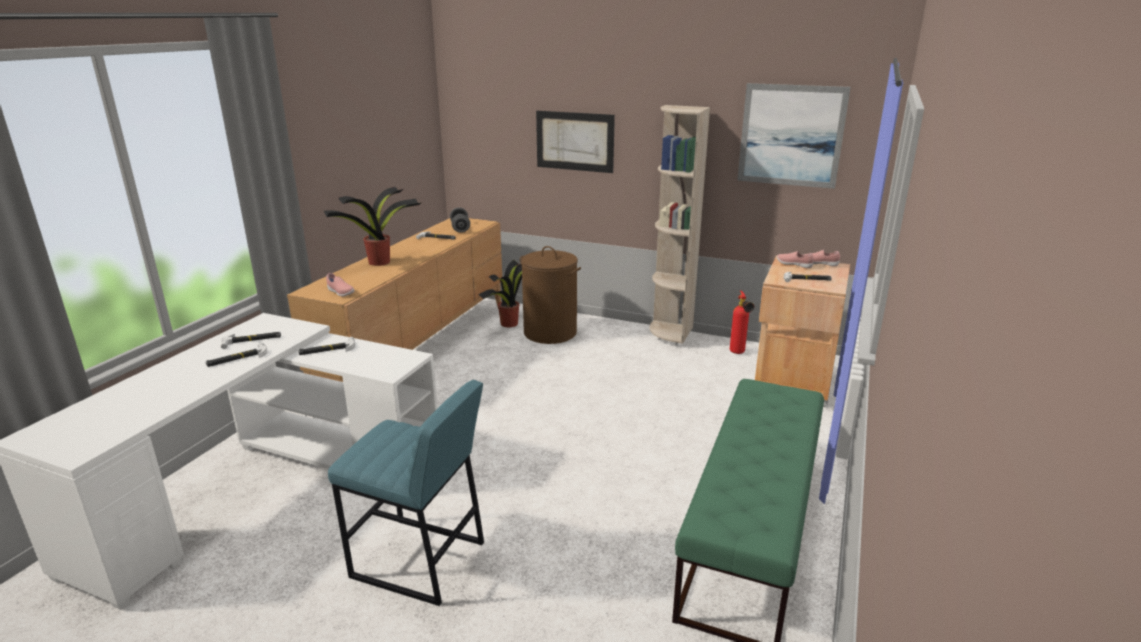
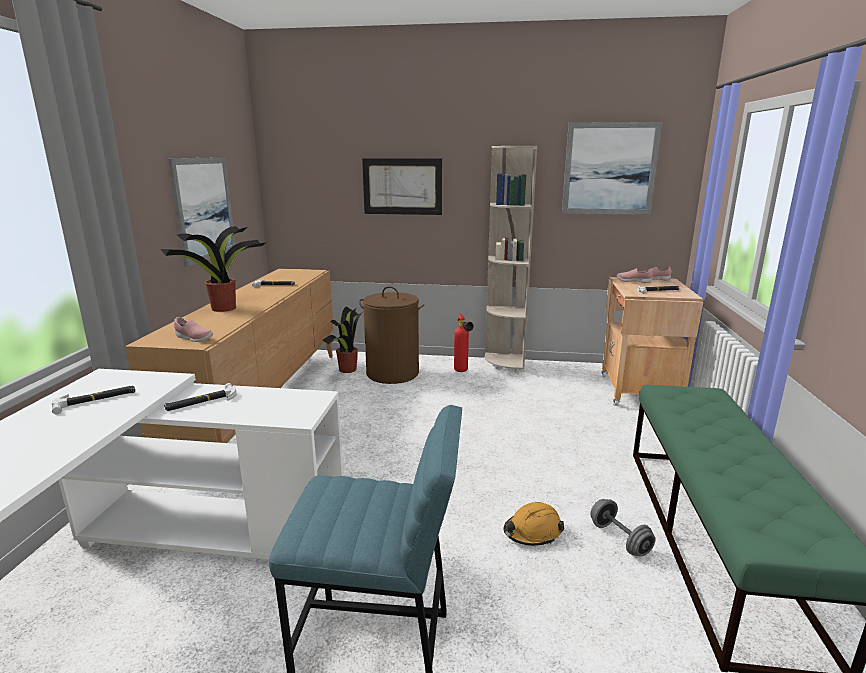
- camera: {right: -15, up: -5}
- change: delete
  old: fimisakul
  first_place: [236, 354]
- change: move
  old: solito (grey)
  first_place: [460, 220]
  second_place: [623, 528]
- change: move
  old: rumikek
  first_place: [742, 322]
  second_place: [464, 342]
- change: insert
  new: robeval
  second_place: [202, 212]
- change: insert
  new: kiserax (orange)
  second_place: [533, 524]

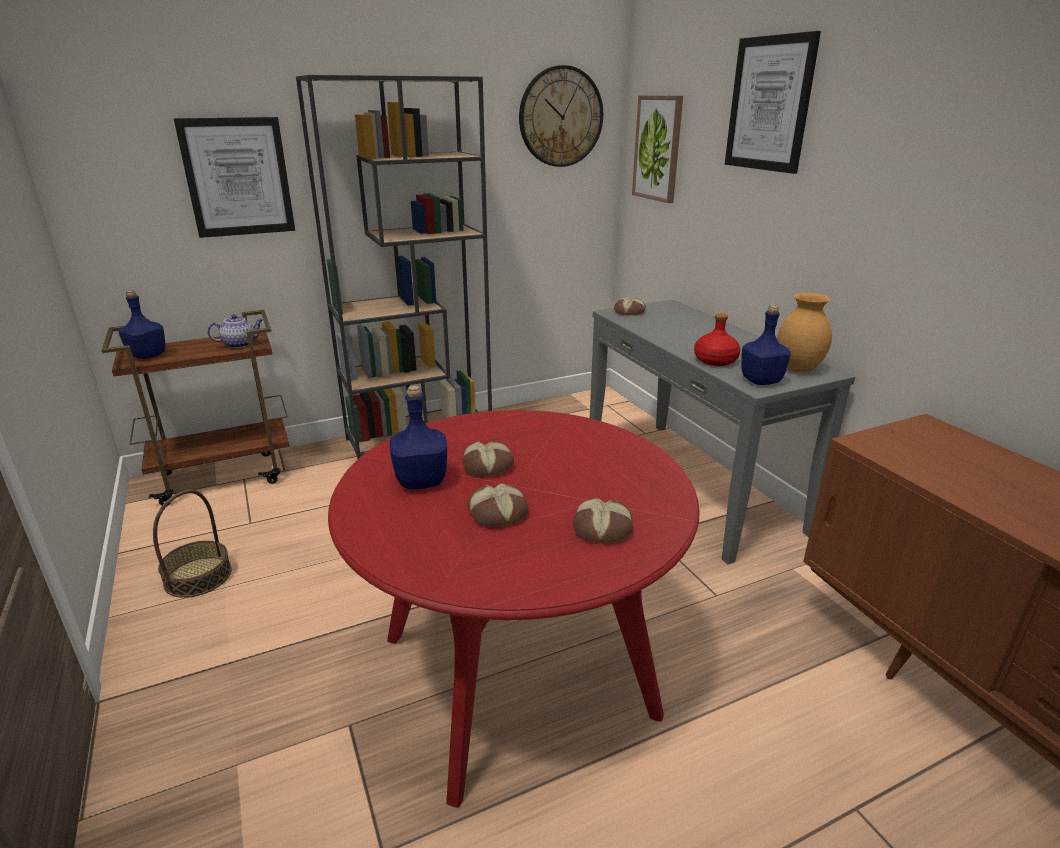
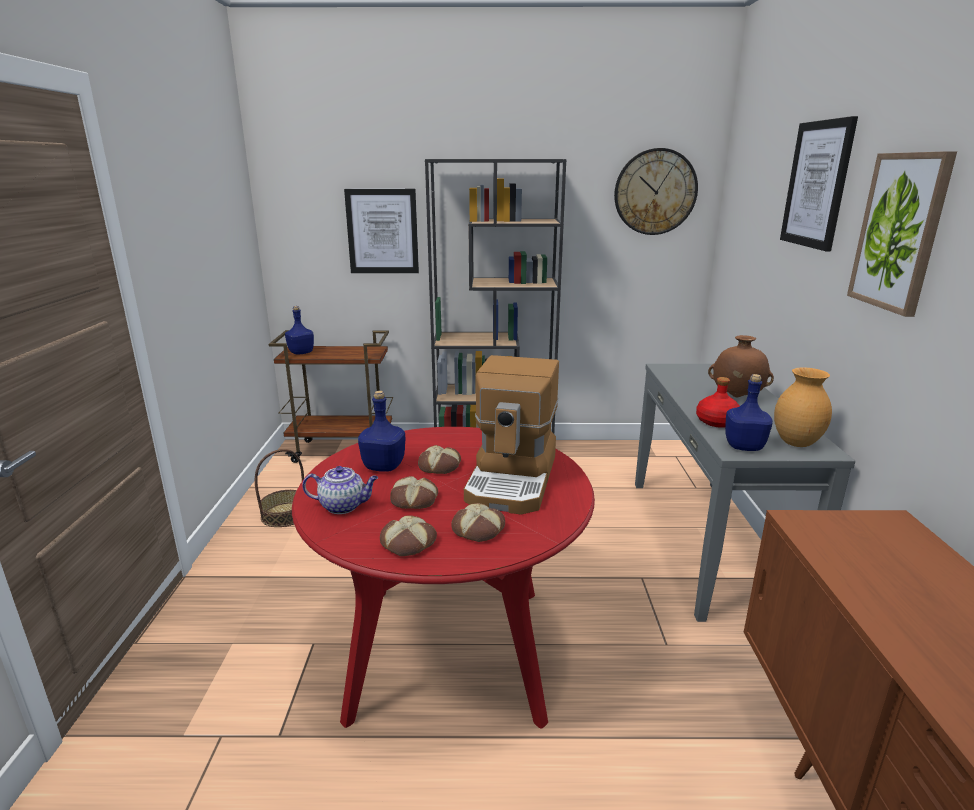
- camera: {right: 25, up: -5}
- change: move
  old: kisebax
  first_place: [235, 331]
  second_place: [340, 490]
- change: move
  old: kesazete
  first_place: [630, 306]
  second_place: [408, 535]
- change: move
  old: robeval
  first_place: [657, 149]
  second_place: [902, 234]
- change: insert
  new: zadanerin
  second_place: [511, 435]
- change: insert
  new: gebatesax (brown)
  second_place: [741, 366]

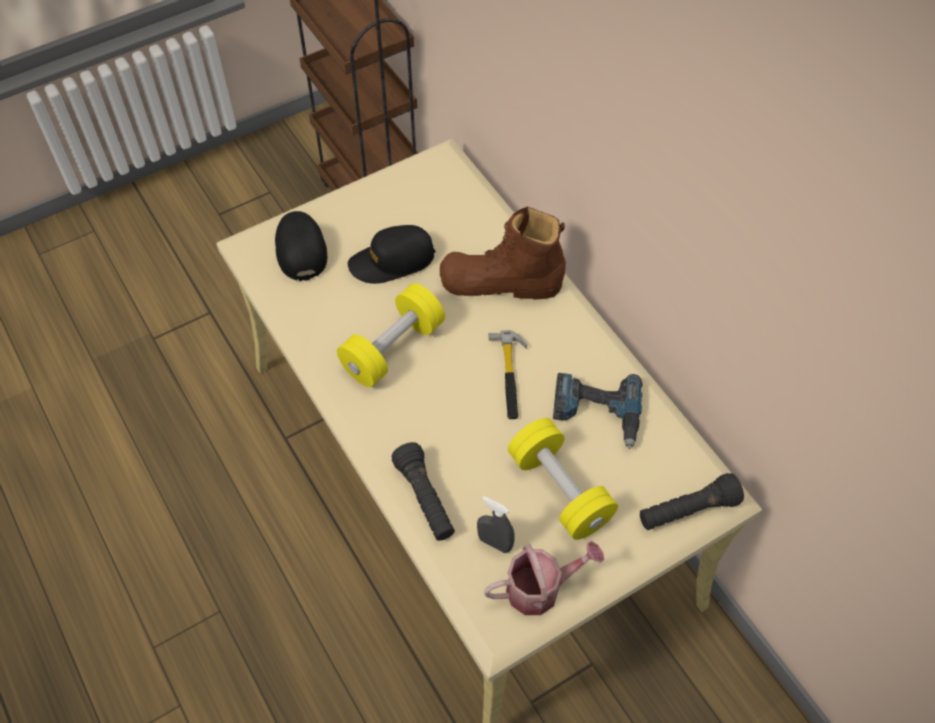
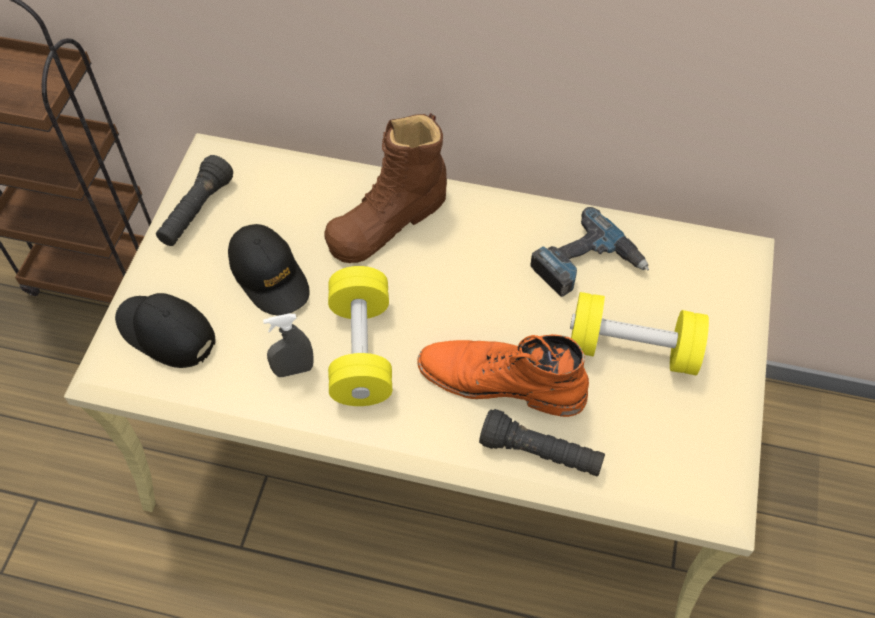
- camera: {right: -45, up: 0}
- change: rotate
  old: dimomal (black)
  first_place: [391, 254]
  second_place: [269, 269]
  degrees: -60
- change: move
  old: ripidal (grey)
  first_place: [496, 524]
  second_place: [288, 345]
- change: delete
  old: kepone
  first_place: [544, 578]
- change: delete
  old: fimisakul
  first_place: [507, 374]
- change: move
  old: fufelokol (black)
  first_place: [692, 501]
  second_place: [194, 200]
- change: insert
  new: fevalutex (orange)
  second_place: [503, 375]

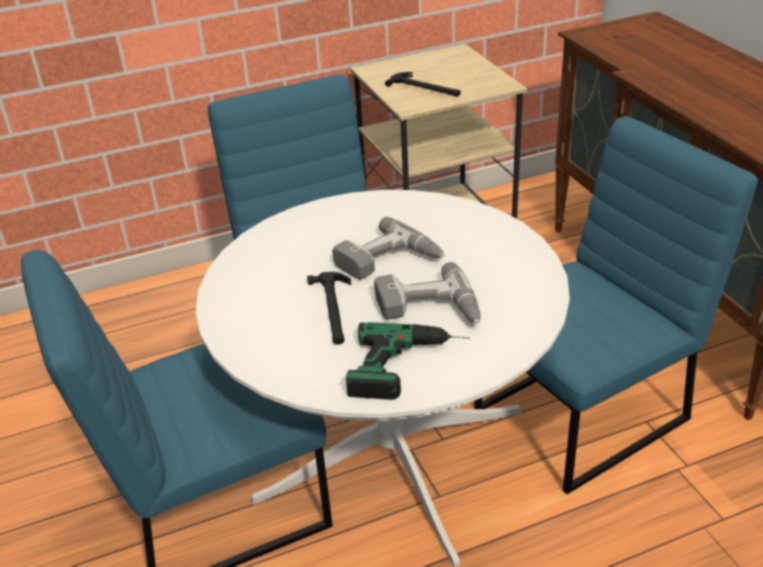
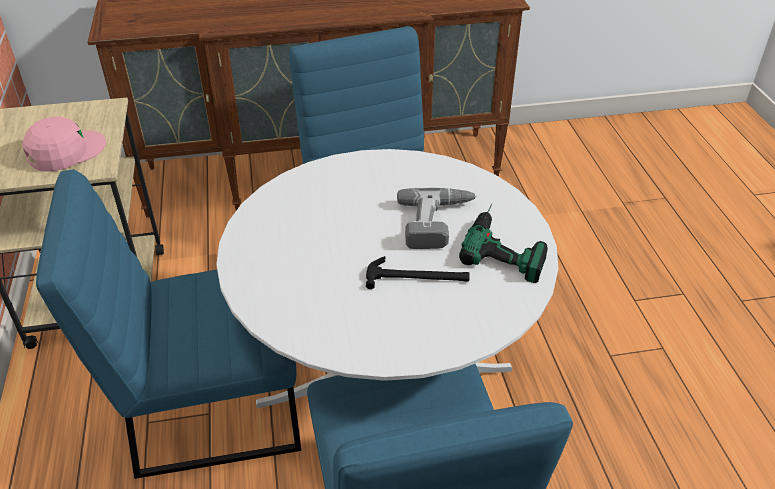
- camera: {right: -80, up: 5}
- change: delete
  old: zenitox
  first_place: [388, 248]
- change: replace
  old: fimisakul
  new: dimomal (pink)
  first_place: [423, 84]
  second_place: [64, 144]

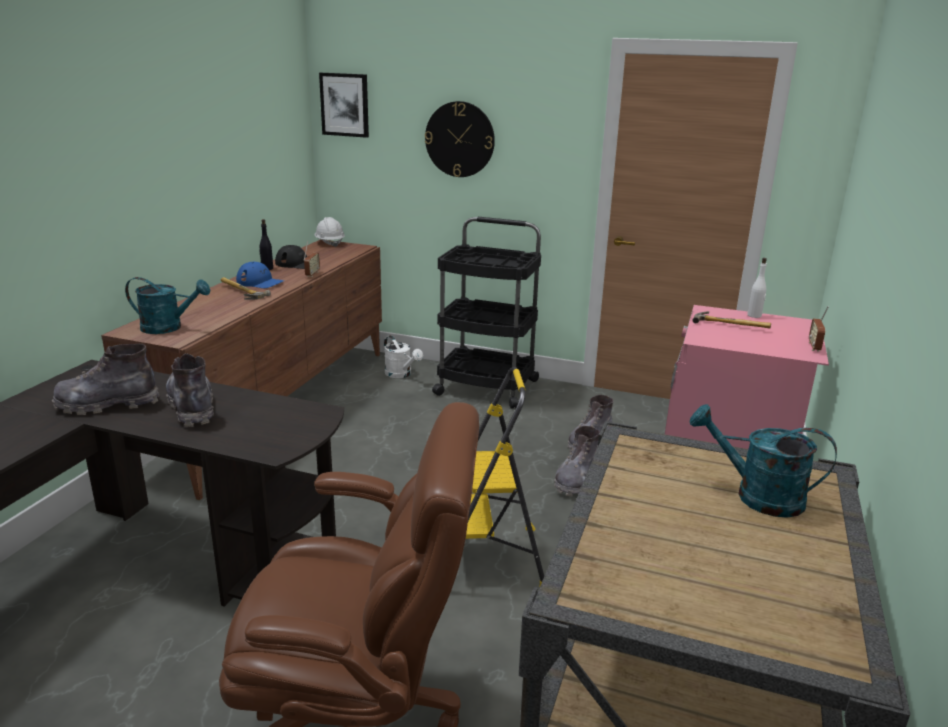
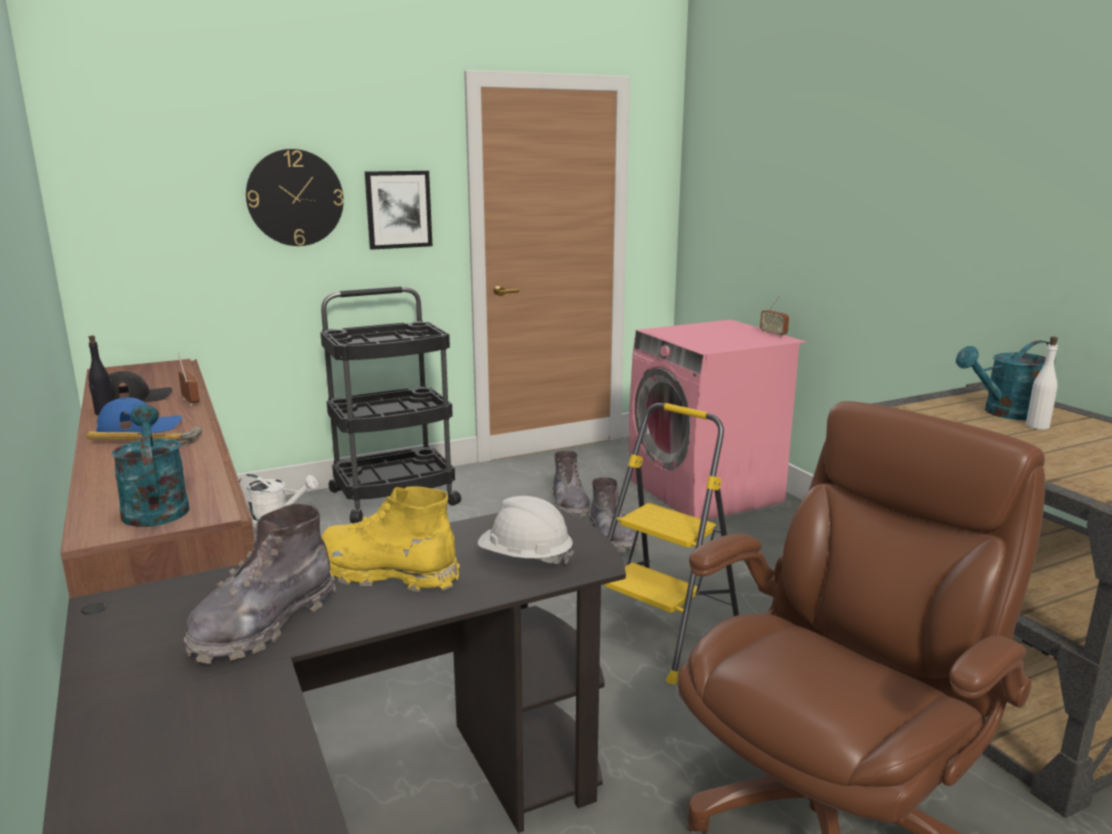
- camera: {right: -45, up: -5}
- change: rotate
  old: kepone (turquoise)
  first_place: [167, 305]
  second_place: [151, 466]
  degrees: -75
- change: recolor
  old: fevalutex (grey)
  new: fevalutex (yellow)
  first_place: [190, 390]
  second_place: [390, 539]
- change: move
  old: kiserax (white)
  first_place: [329, 232]
  second_place: [526, 530]
- change: move
  old: robeval
  first_place: [344, 105]
  second_place: [399, 210]
- change: delete
  old: fimisakul
  first_place: [731, 320]
- change: move
  old: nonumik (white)
  first_place: [757, 288]
  second_place: [1042, 383]

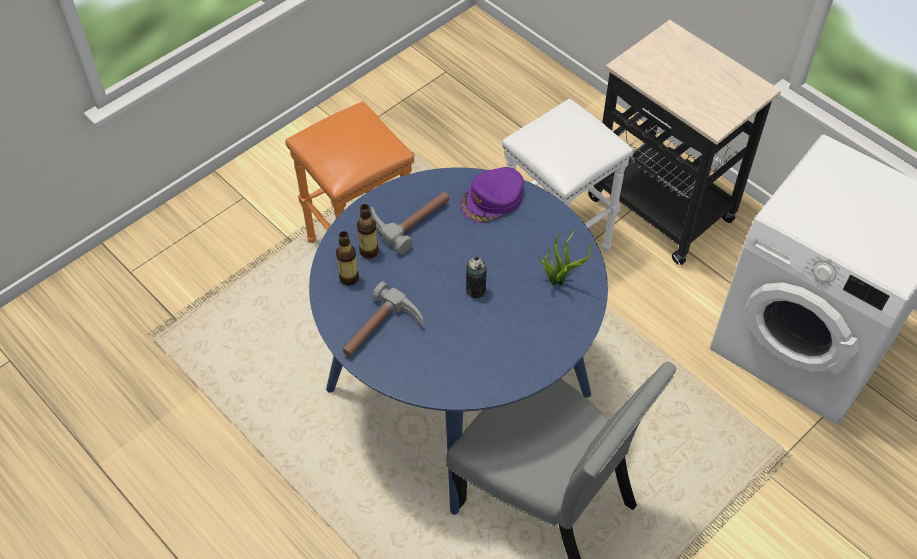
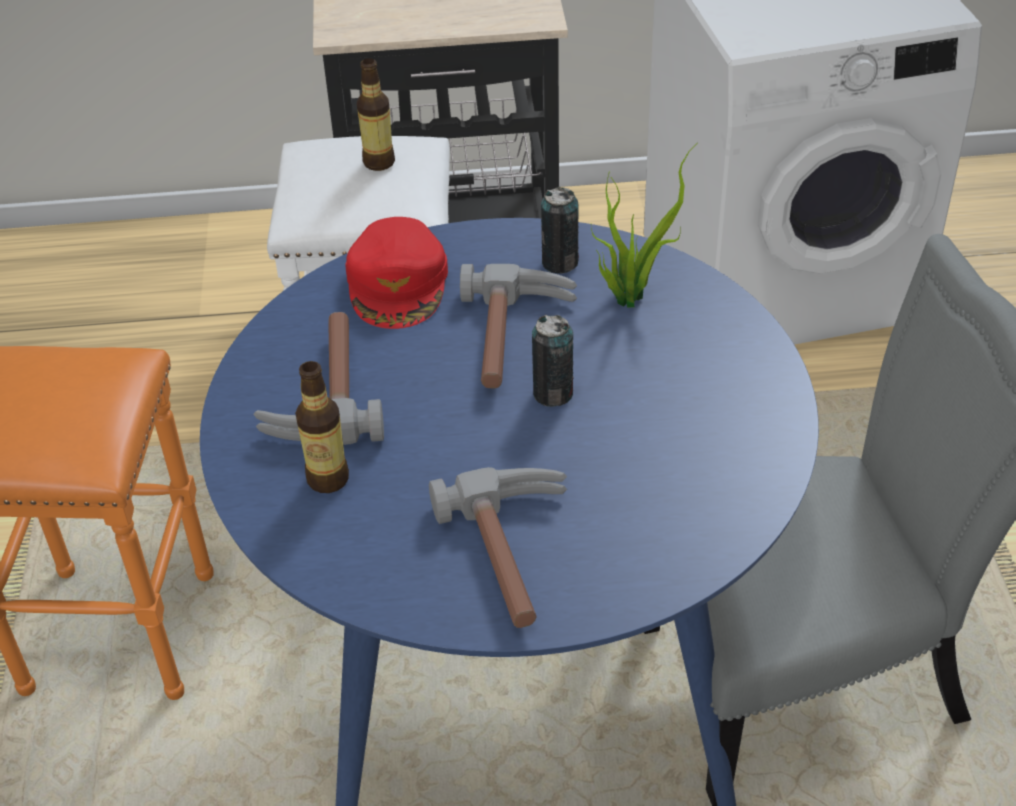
- camera: {right: -50, up: -10}
- change: move
  old: nonumik
  first_place: [347, 258]
  second_place: [376, 114]
- change: recolor
  old: dimomal (purple)
  new: dimomal (red)
  first_place: [492, 195]
  second_place: [396, 273]
- change: insert
  new: fimisakul
  second_place: [518, 326]
- change: insert
  new: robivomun
  second_place: [560, 230]

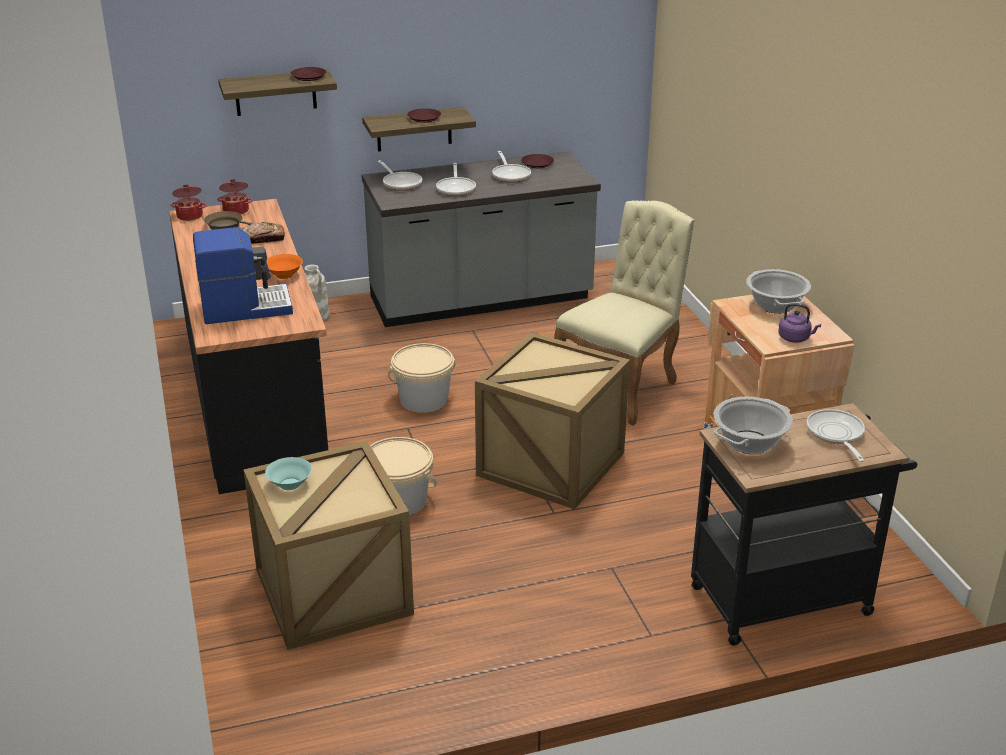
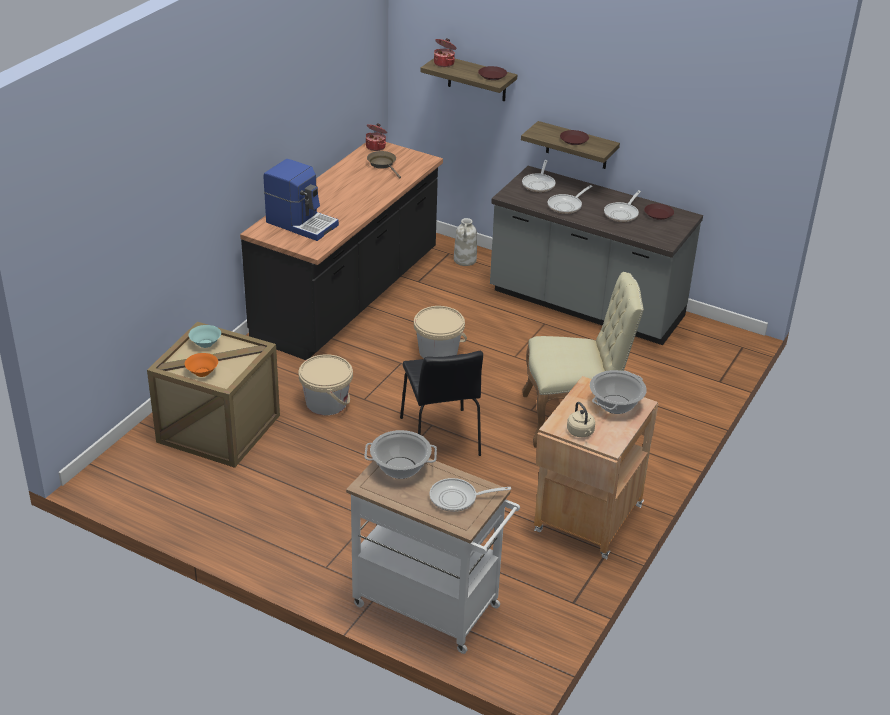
- camera: {right: 45, up: 5}
- change: move
  old: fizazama
  first_place: [235, 196]
  second_place: [445, 52]
- change: delete
  old: kesazete
  first_place: [263, 233]
- change: move
  old: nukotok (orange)
  first_place: [284, 266]
  second_place: [201, 365]
- change: replace
  old: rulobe
  new: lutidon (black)
  first_place: [552, 421]
  second_place: [441, 403]
- change: recolor
  old: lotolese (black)
  new: lotolese (white)
  first_place: [804, 524]
  second_place: [433, 556]
- change: recolor
  old: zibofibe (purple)
  new: zibofibe (beige)
  first_place: [799, 323]
  second_place: [581, 419]
- change: rotate
  old: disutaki
  first_place: [836, 435]
  second_place: [470, 495]
  degrees: -135

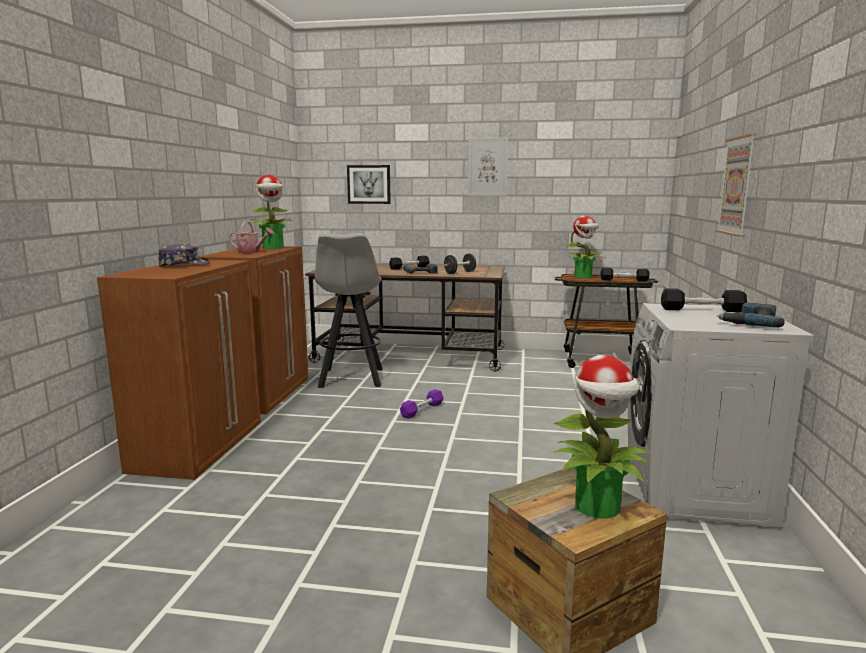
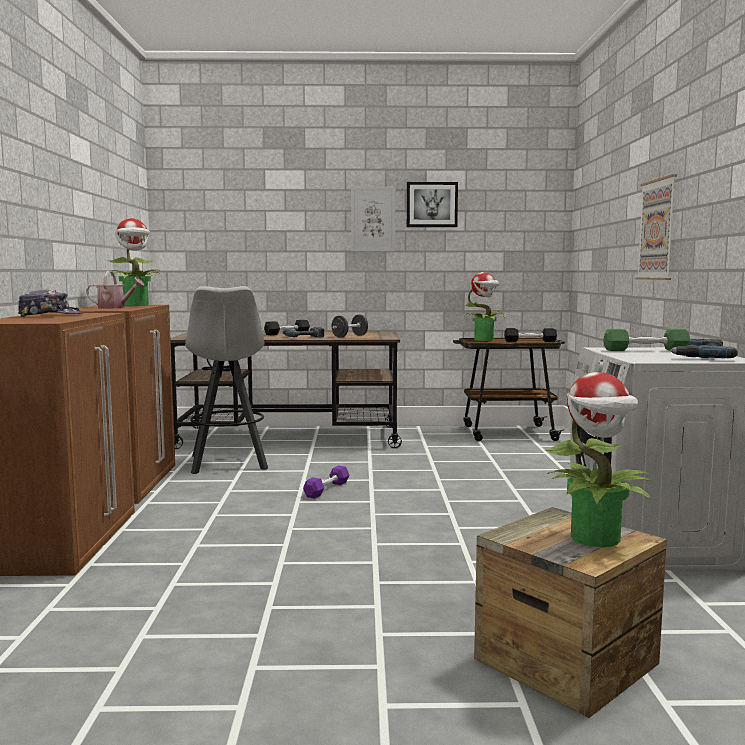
- camera: {right: -10, up: -5}
- change: move
  old: robeval
  first_place: [369, 184]
  second_place: [432, 204]
- change: recolor
  old: solito (black)
  new: solito (green)
  first_place: [704, 300]
  second_place: [646, 340]

